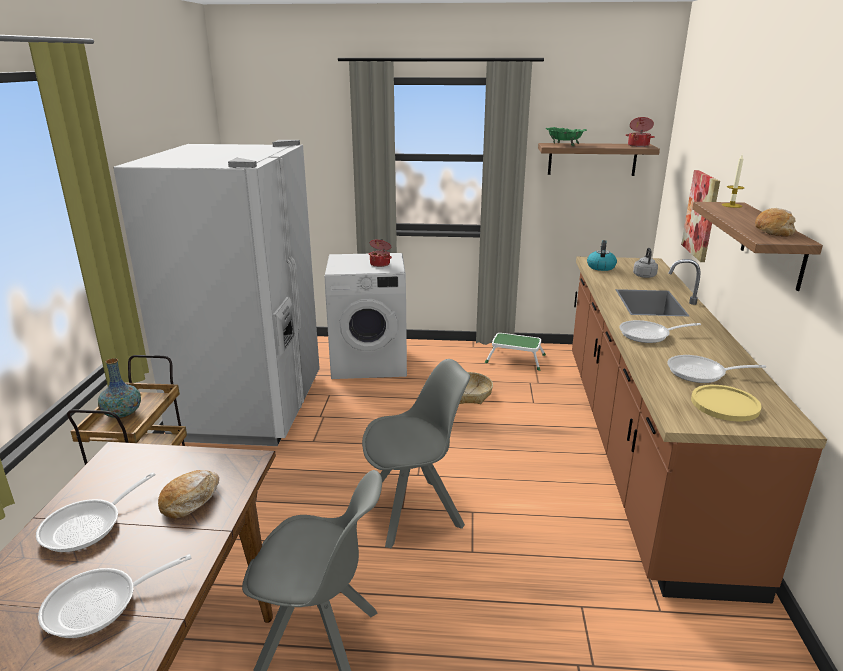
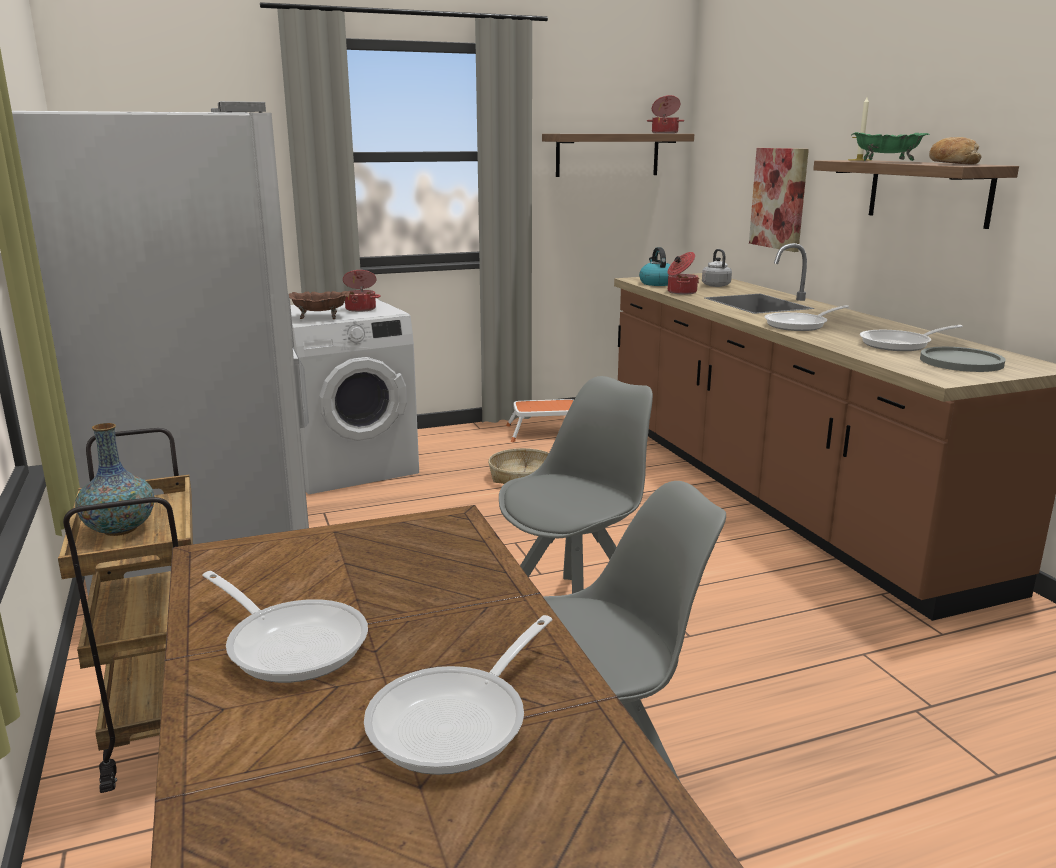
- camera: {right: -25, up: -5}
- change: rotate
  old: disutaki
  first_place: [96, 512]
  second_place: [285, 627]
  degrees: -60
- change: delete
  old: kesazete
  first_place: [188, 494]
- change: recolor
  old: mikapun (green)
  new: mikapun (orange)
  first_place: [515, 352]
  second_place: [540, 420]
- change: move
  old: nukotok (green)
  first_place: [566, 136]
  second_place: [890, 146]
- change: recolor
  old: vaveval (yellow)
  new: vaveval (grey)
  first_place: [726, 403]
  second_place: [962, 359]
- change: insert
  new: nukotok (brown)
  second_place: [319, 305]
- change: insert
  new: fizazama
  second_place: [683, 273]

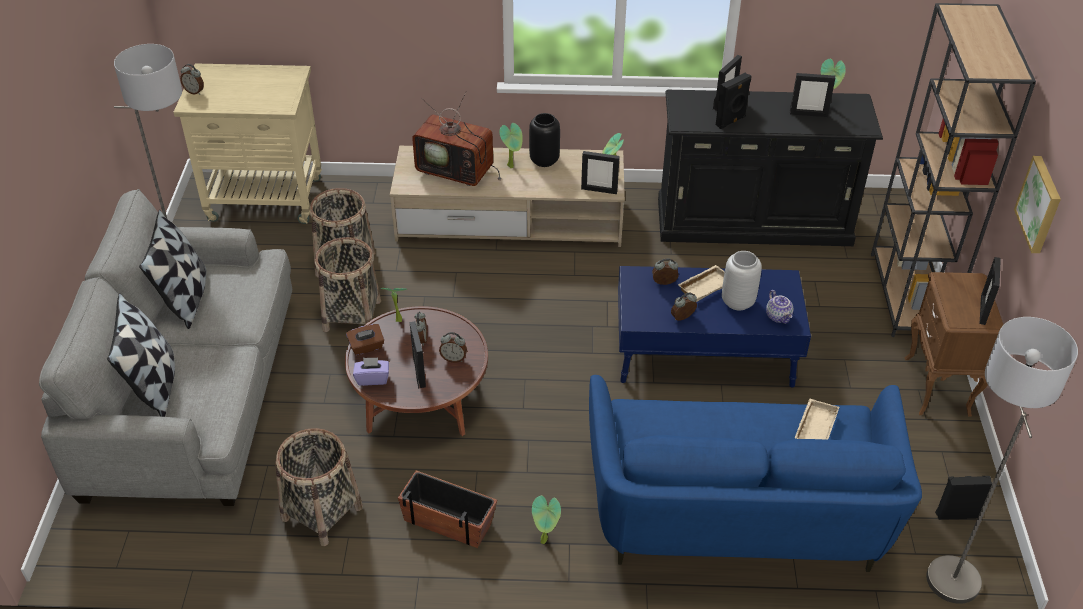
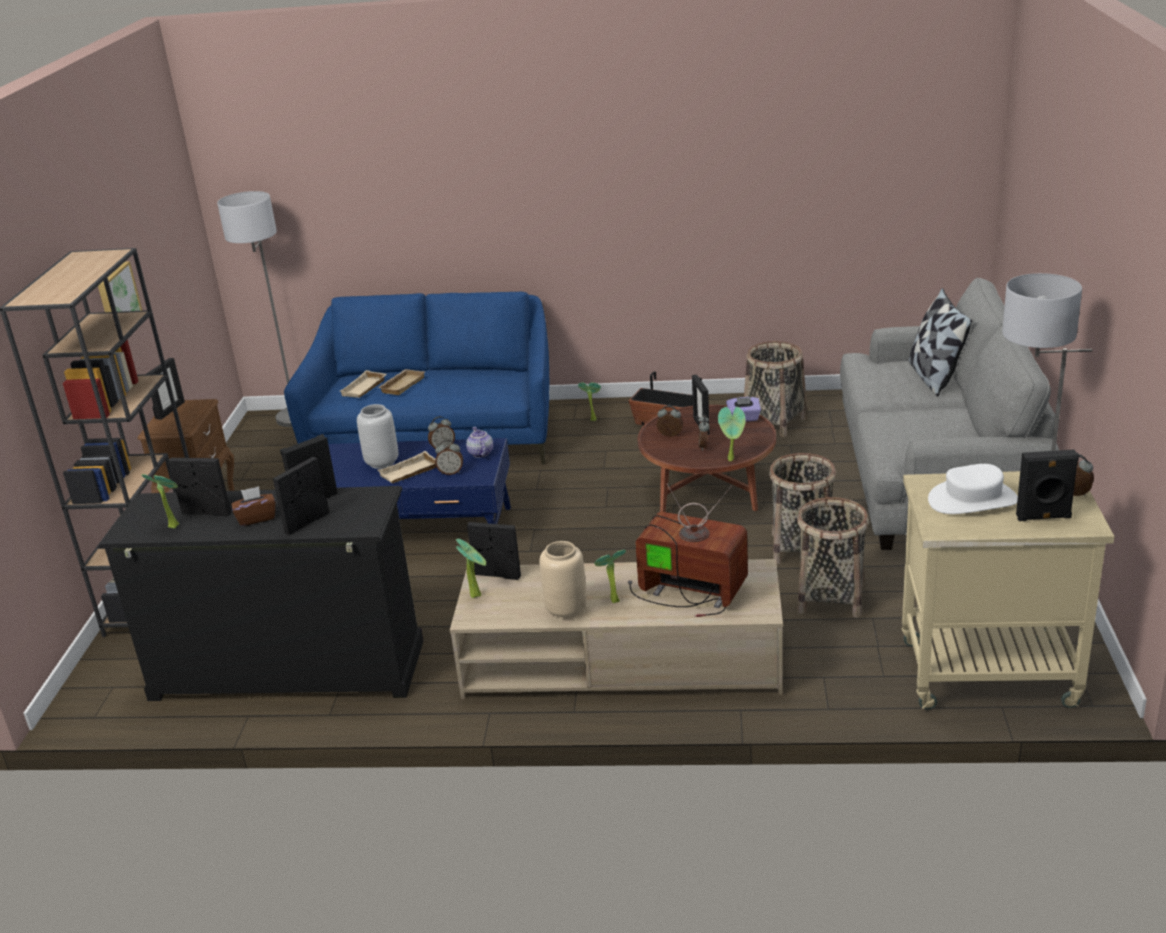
- camera: {right: -175, up: -15}
- change: delete
  old: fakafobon
  first_place: [173, 269]
- change: move
  old: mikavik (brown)
  first_place: [365, 339]
  second_place: [253, 506]
- change: recolor
  old: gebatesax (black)
  new: gebatesax (beige)
  first_place: [544, 140]
  second_place: [563, 580]
- change: move
  old: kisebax
  first_place: [780, 307]
  second_place: [479, 442]
- change: move
  old: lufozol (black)
  first_place: [963, 498]
  second_place: [1047, 485]
- change: insert
  new: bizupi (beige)
  second_place: [401, 382]
- change: insert
  new: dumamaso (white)
  second_place: [973, 489]

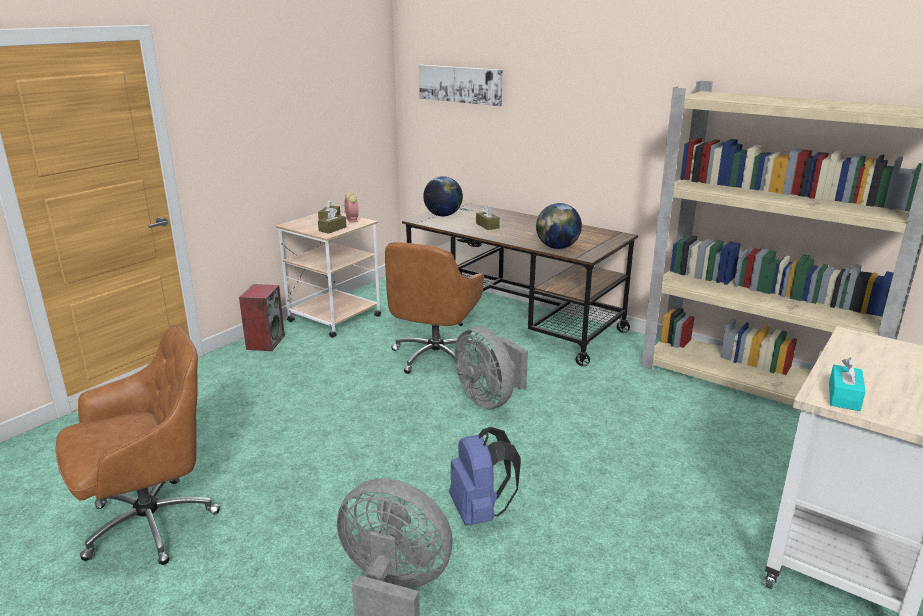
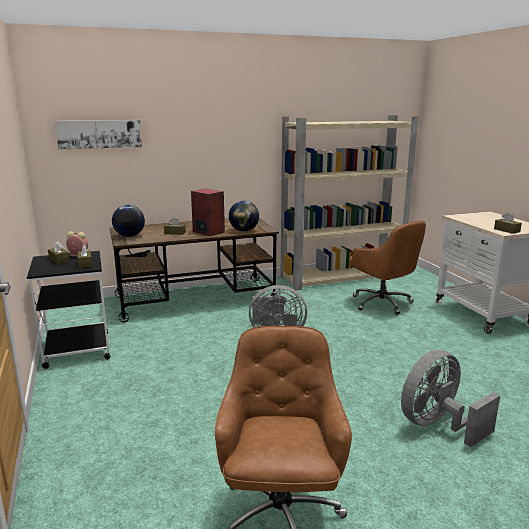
- camera: {right: -55, up: -5}
- change: move
  old: lufozol
  first_place: [262, 317]
  second_place: [208, 212]
- change: recolor
  old: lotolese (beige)
  new: lotolese (black)
  first_place: [328, 275]
  second_place: [69, 310]
- change: move
  old: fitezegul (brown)
  first_place: [434, 308]
  second_place: [387, 268]
- change: delete
  old: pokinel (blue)
  first_place: [485, 476]
- change: recolor
  old: mikavik (turquoise)
  new: mikavik (brown)
  first_place: [847, 384]
  second_place: [508, 223]

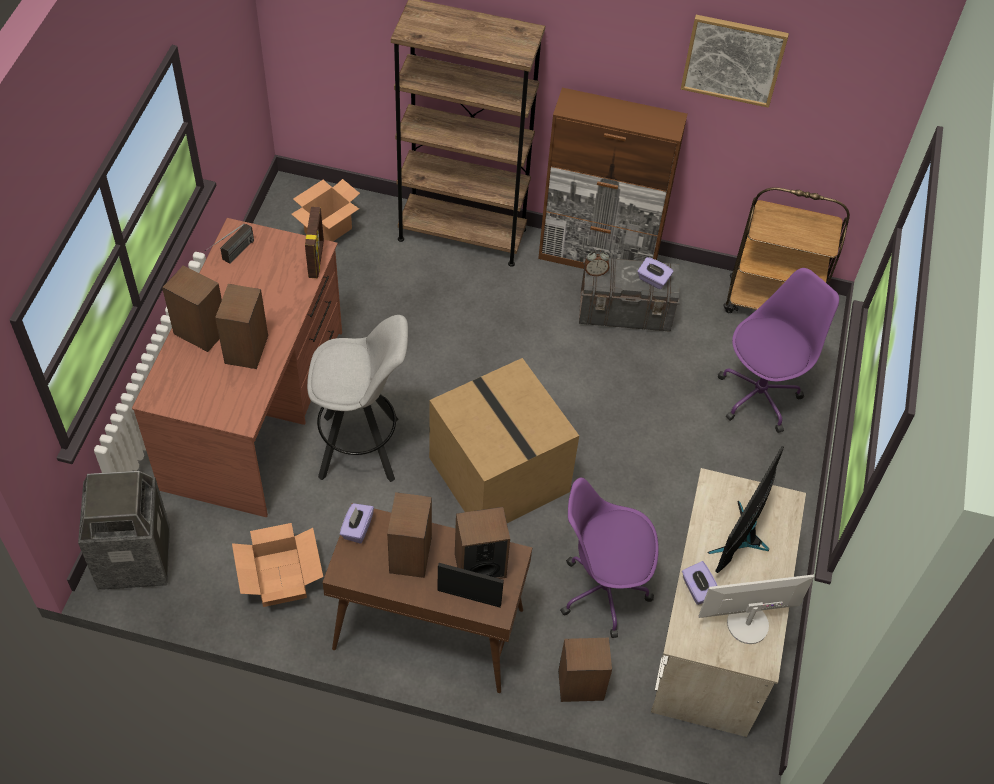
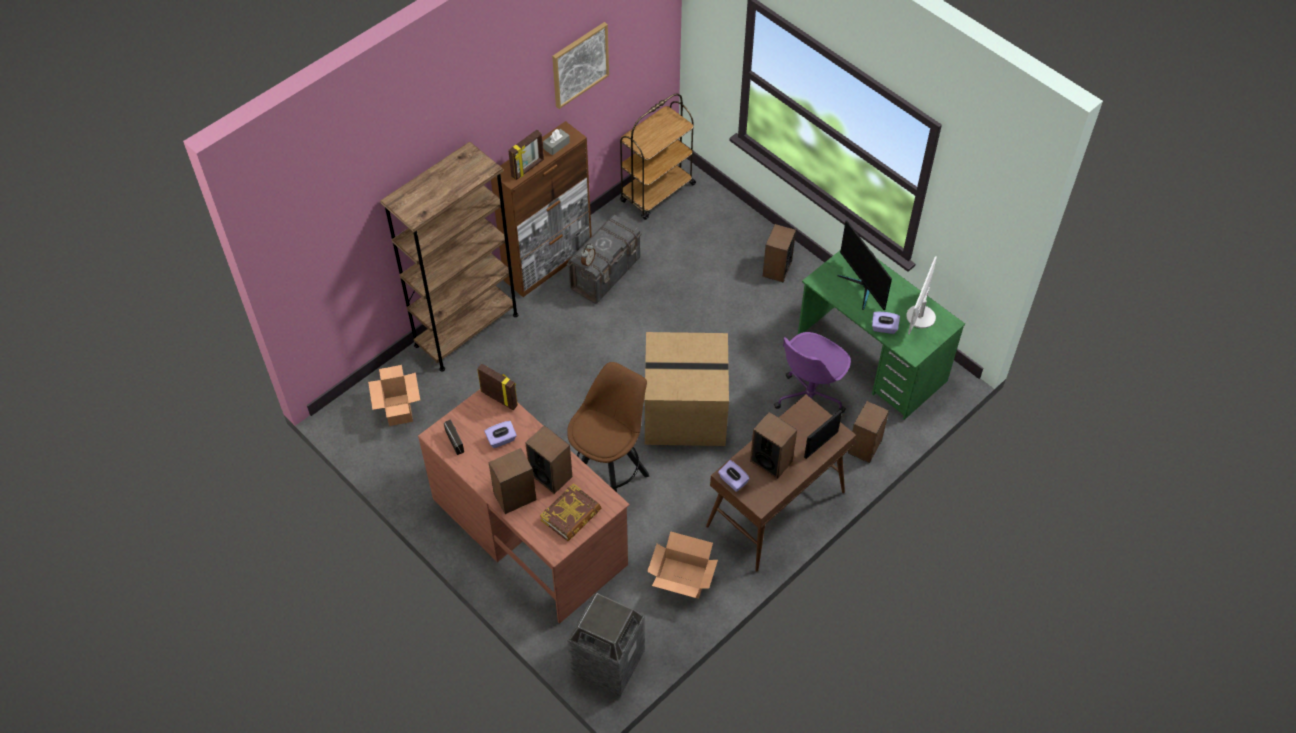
- camera: {right: -55, up: 0}
- change: recolor
  old: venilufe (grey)
  new: venilufe (brown)
  first_place: [357, 398]
  second_place: [608, 427]
- change: move
  old: lufozol
  first_place: [482, 543]
  second_place: [779, 253]
- change: move
  old: mikavik (purple)
  first_place: [655, 273]
  second_place: [500, 434]
- change: recolor
  old: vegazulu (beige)
  new: vegazulu (green)
  first_place: [728, 602]
  second_place: [881, 335]
- change: delete
  old: fitezegul (purple)
  first_place: [778, 350]
- change: insert
  new: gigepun
  second_place: [526, 155]
- change: insert
  new: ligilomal
  second_place: [571, 512]
- change: insert
  new: mikavik (grey)
  second_place: [556, 142]

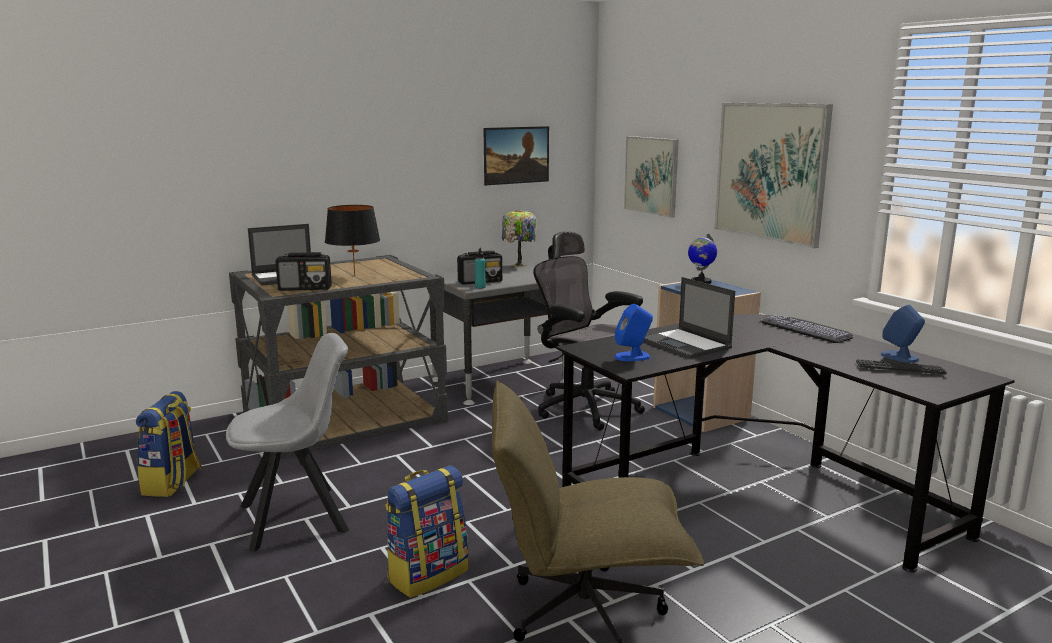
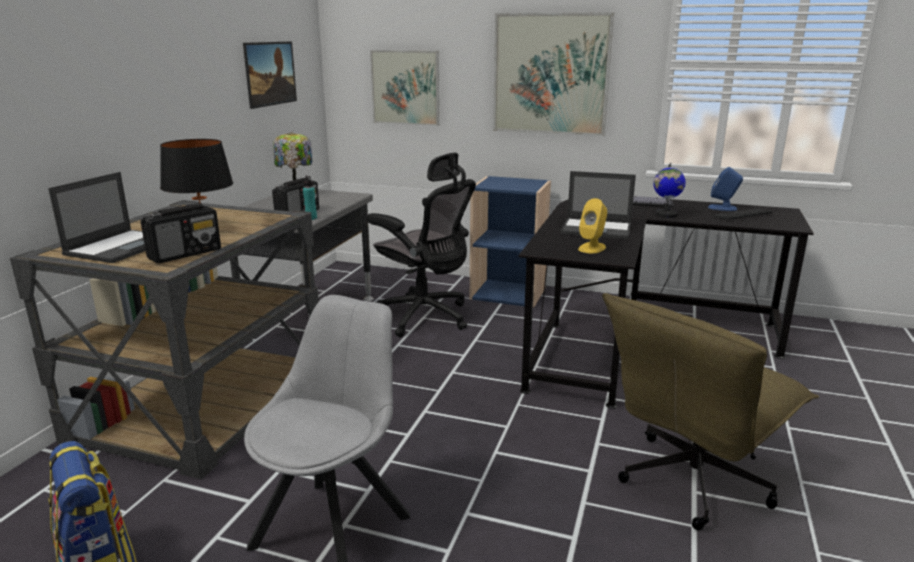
- camera: {right: -40, up: 5}
- change: delete
  old: pokinel
  first_place: [426, 532]
- change: rotate
  old: fitezegul
  first_place: [589, 330]
  second_place: [421, 245]
  degrees: -150
- change: recolor
  old: lufozol (blue)
  new: lufozol (yellow)
  first_place: [633, 332]
  second_place: [592, 226]
- change: move
  old: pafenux
  first_place: [702, 259]
  second_place: [669, 190]

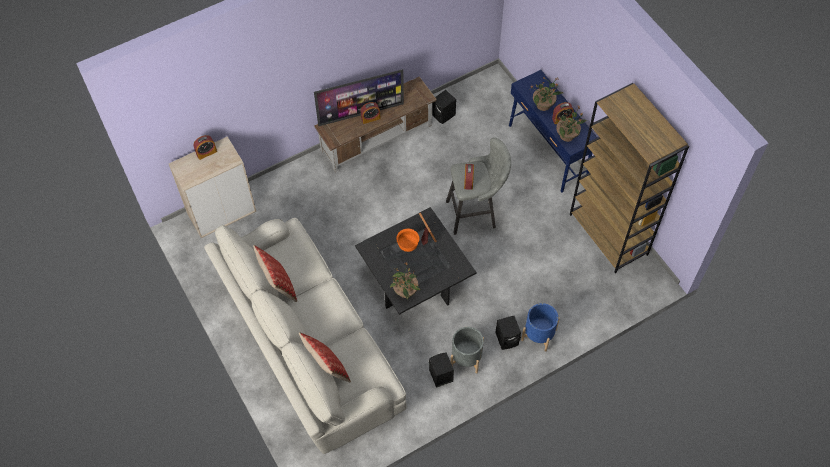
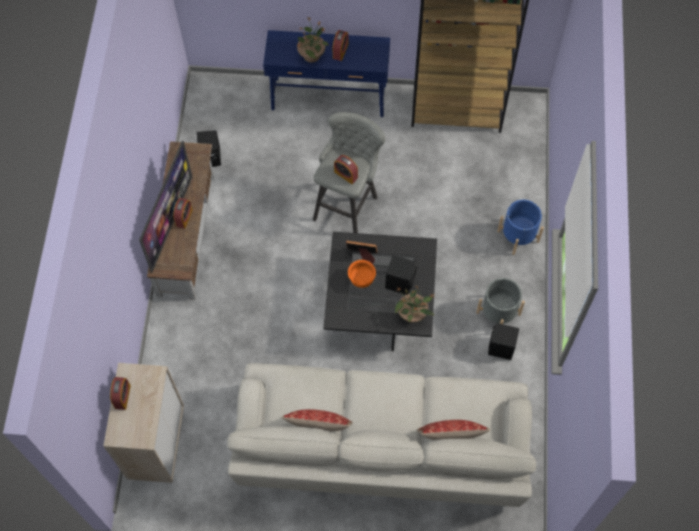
- camera: {right: -55, up: 5}
- change: move
  old: lufozol (black)
  first_place: [508, 333]
  second_place: [401, 275]
- change: delete
  old: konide
  first_place: [570, 124]

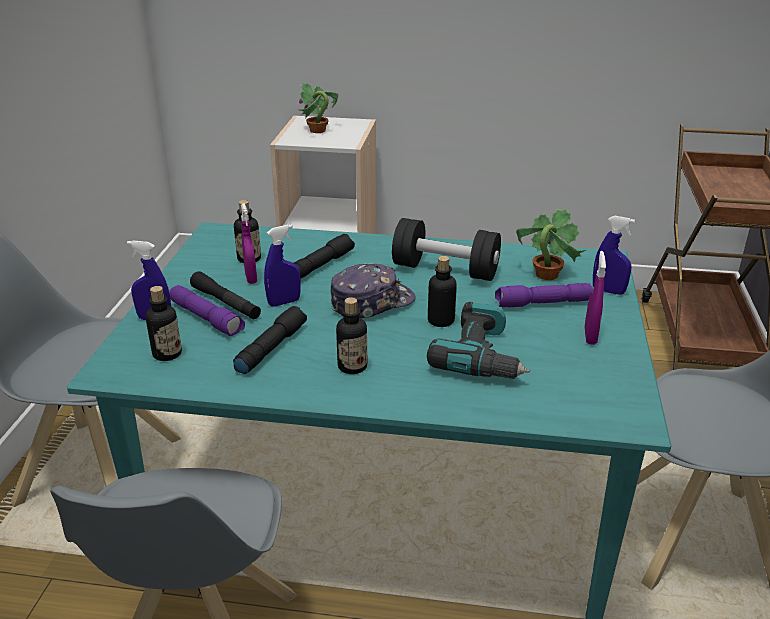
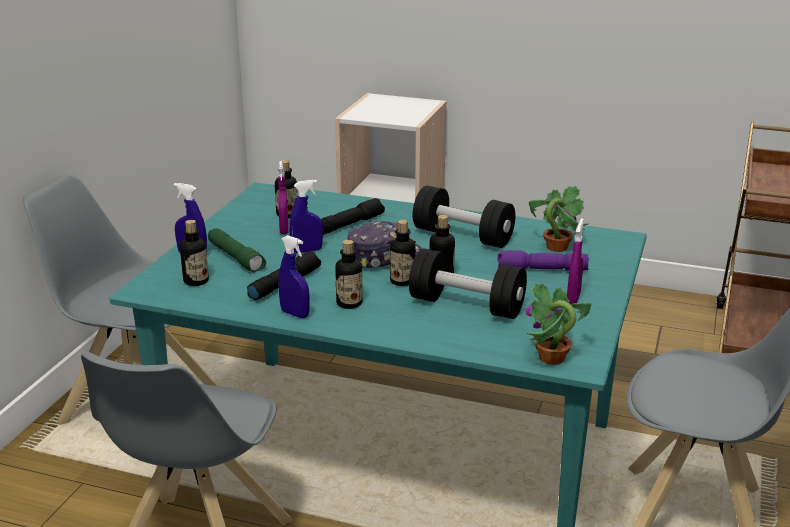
- camera: {right: 10, up: -5}
- change: recolor
  old: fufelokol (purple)
  new: fufelokol (green)
  first_place: [207, 310]
  second_place: [237, 250]
- change: delete
  old: fufelokol (black)
  first_place: [225, 295]
- change: move
  old: konide
  first_place: [318, 108]
  second_place: [558, 324]
- change: replace
  old: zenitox
  new: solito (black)
  first_place: [478, 340]
  second_place: [468, 283]
- change: move
  old: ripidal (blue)
  first_place: [614, 255]
  second_place: [294, 276]
- change: insert
  new: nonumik
  second_place: [403, 253]

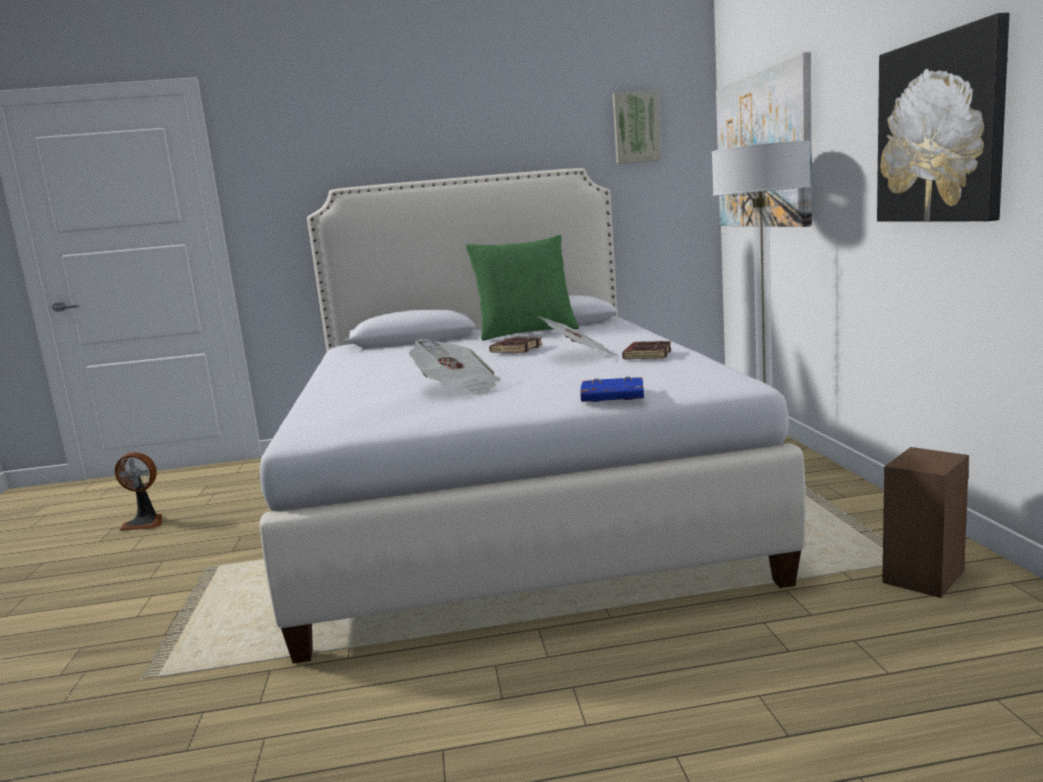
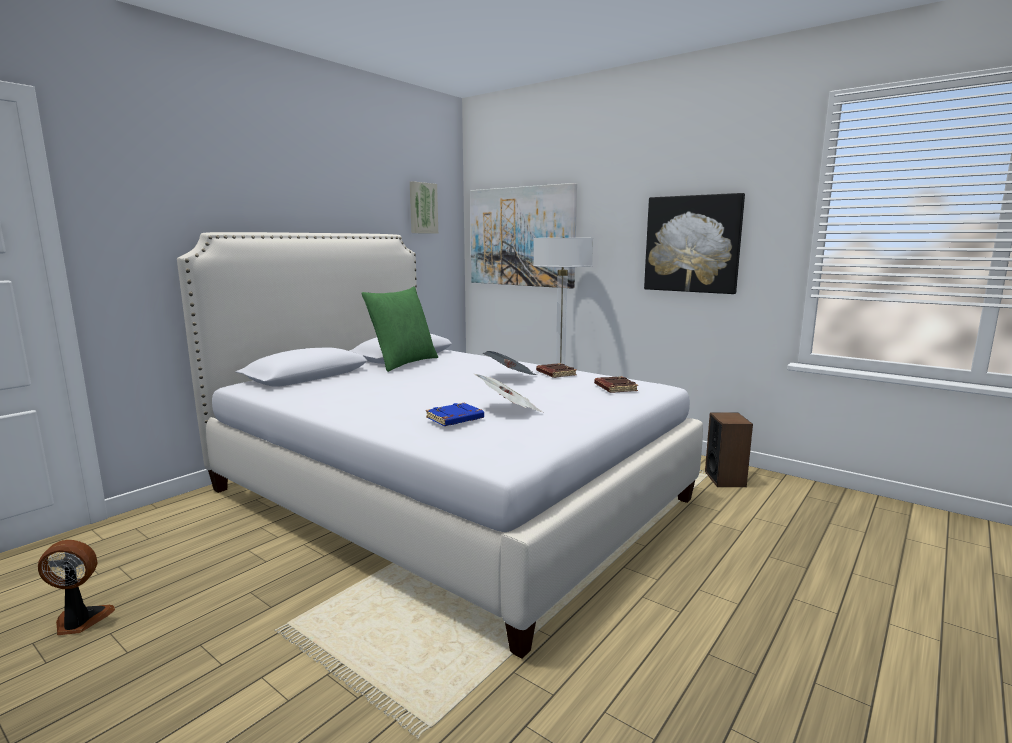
- camera: {right: -45, up: 0}
- change: rotate
  old: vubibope
  first_place: [138, 491]
  second_place: [76, 587]
  degrees: -150
- change: move
  old: ligilomal (brown)
  first_place: [516, 345]
  second_place: [616, 384]
- change: move
  old: ligilomal (blue)
  first_place: [612, 389]
  second_place: [455, 414]

